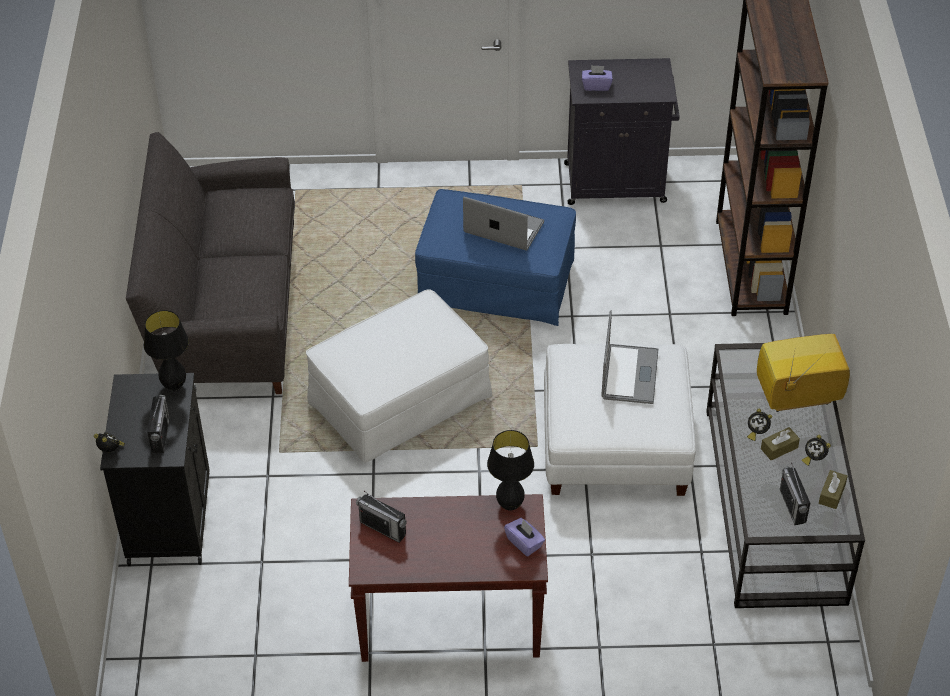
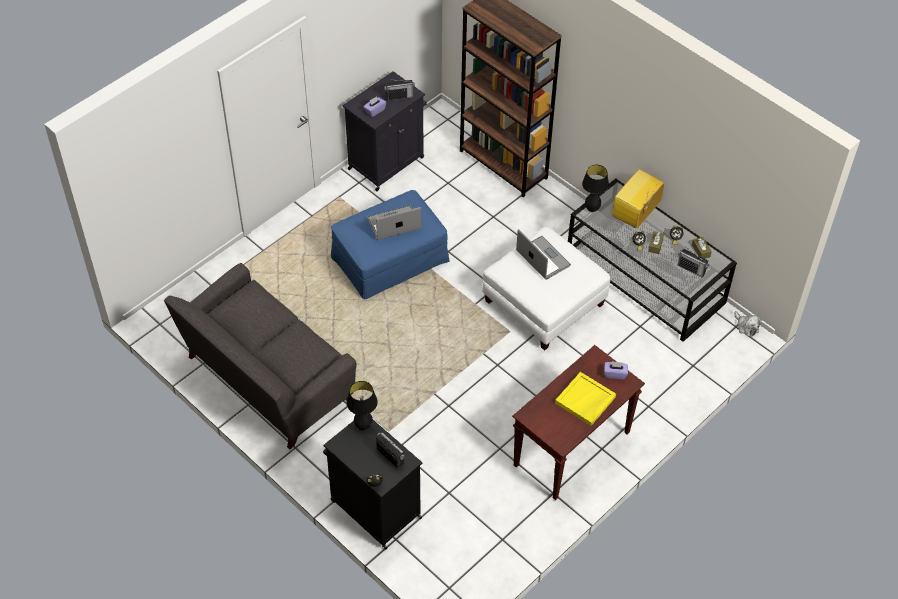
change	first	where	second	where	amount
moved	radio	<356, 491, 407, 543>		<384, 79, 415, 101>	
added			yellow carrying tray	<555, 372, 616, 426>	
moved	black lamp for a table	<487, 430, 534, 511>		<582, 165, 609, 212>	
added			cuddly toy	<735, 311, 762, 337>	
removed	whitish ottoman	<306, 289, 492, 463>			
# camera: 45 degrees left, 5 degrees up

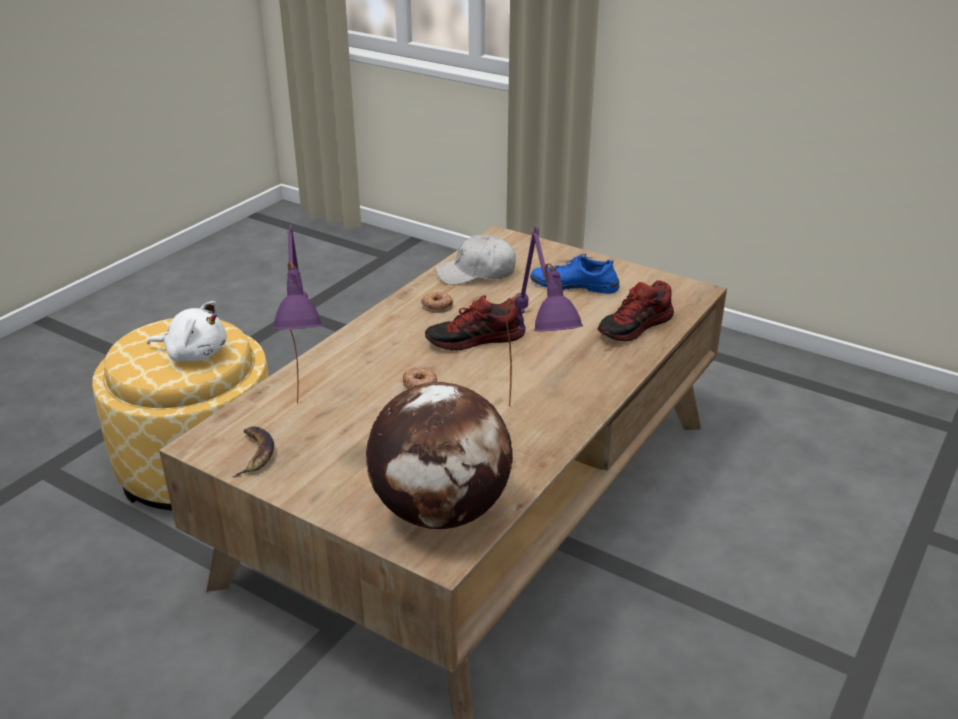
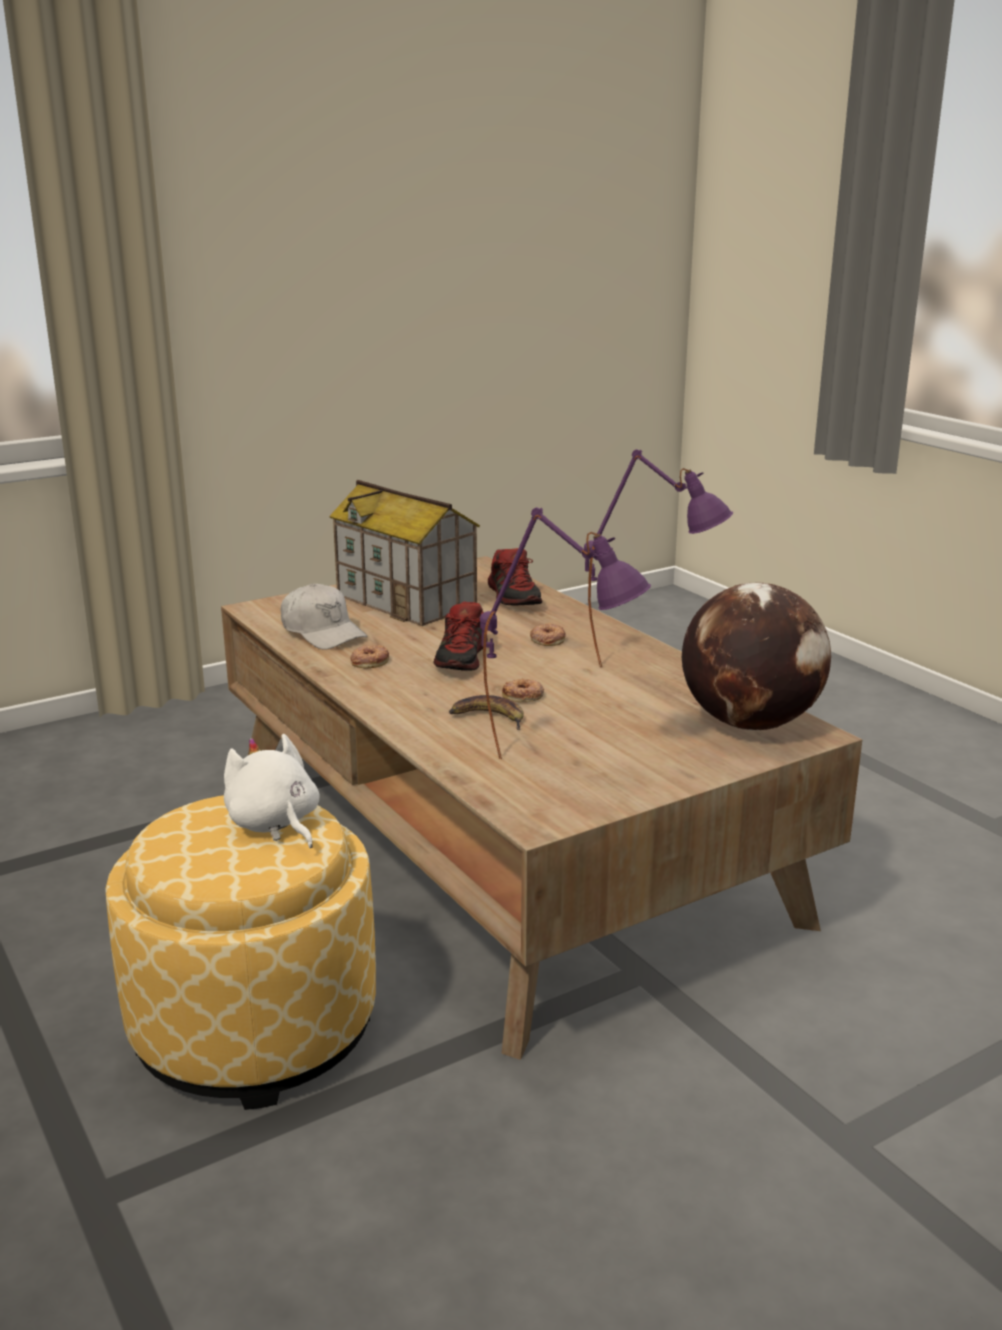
change	first	where	second	where	amount
turned	whitish cuddly toy	<147, 301, 227, 362>		<224, 734, 319, 848>	75 degrees counterclockwise
turned	whitish baseball cap	<436, 235, 516, 285>		<281, 583, 367, 650>	60 degrees counterclockwise
replaced	blue shoe	<530, 254, 619, 294>	toy house	<329, 480, 480, 626>	
moved	banana	<233, 427, 274, 478>		<449, 695, 524, 730>	
added			donut	<530, 623, 566, 646>	
# camera: 65 degrees left, 10 degrees down

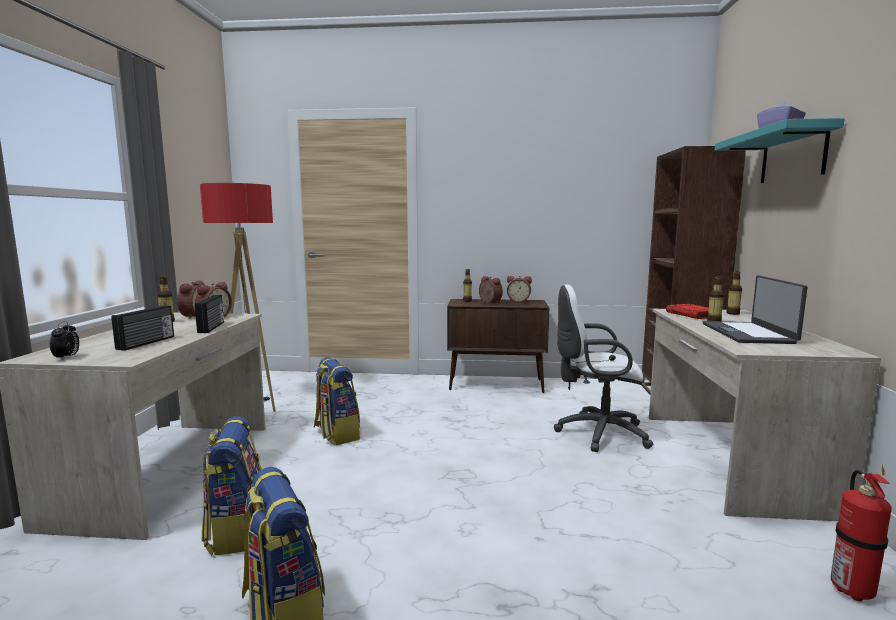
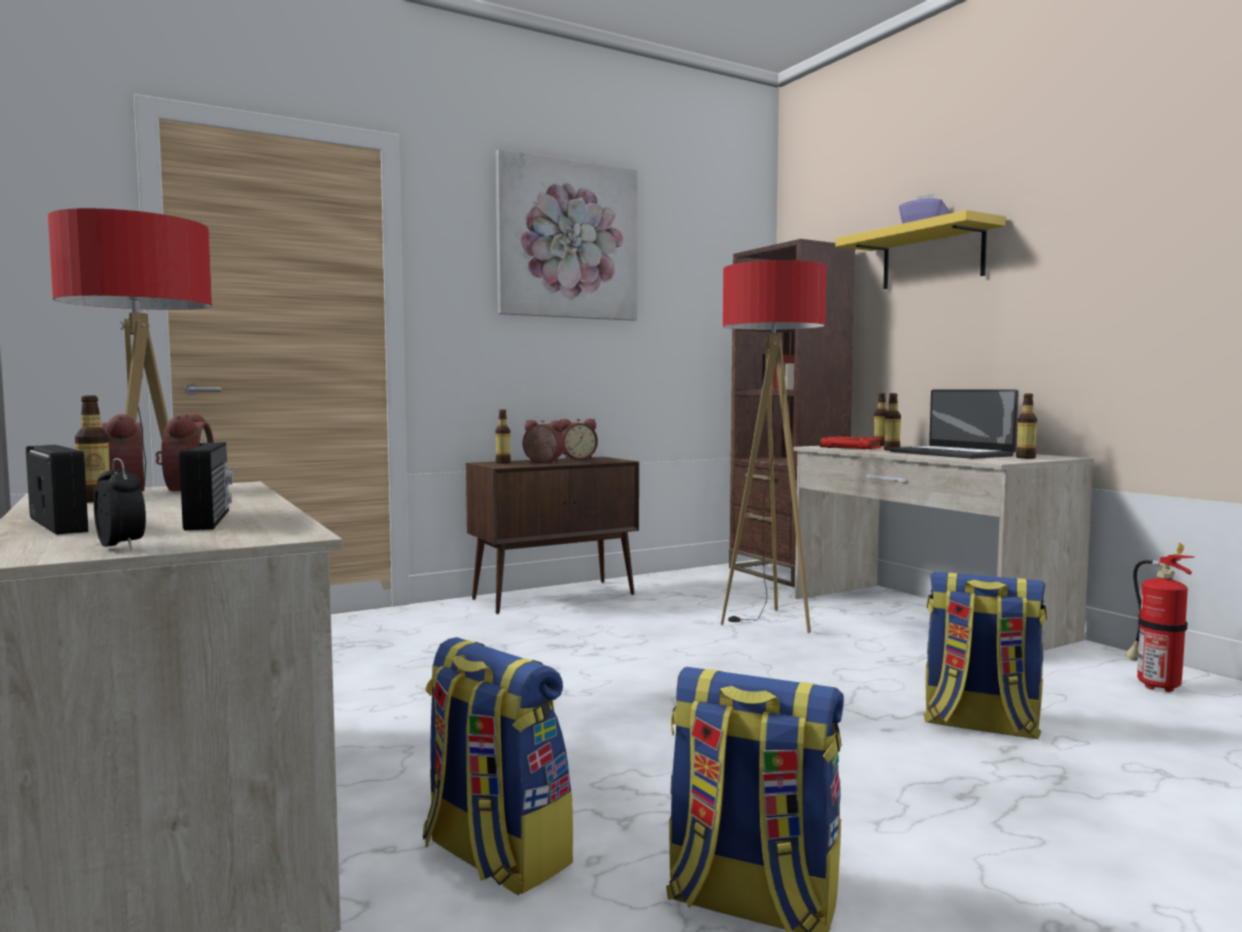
change	first	where	second	where	amount
moved	radio	<195, 295, 225, 333>		<26, 445, 88, 535>	
added			wall picture	<496, 149, 638, 321>	
replaced	whitish desk chair	<554, 284, 653, 452>	standard lamp	<721, 260, 827, 633>	
recoloured	turquoise wall shelf	<715, 118, 845, 183>	yellow wall shelf	<835, 210, 1006, 289>	
moved	backpack	<314, 357, 360, 445>		<923, 572, 1047, 739>	
added			bottle	<1016, 394, 1037, 459>	
# camera: 35 degrees left, 5 degrees down

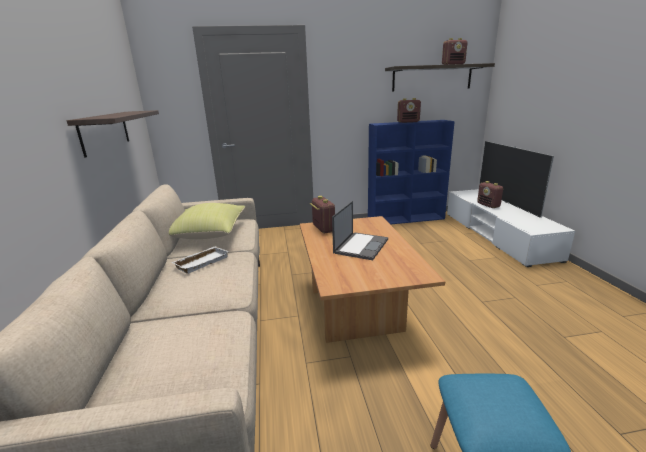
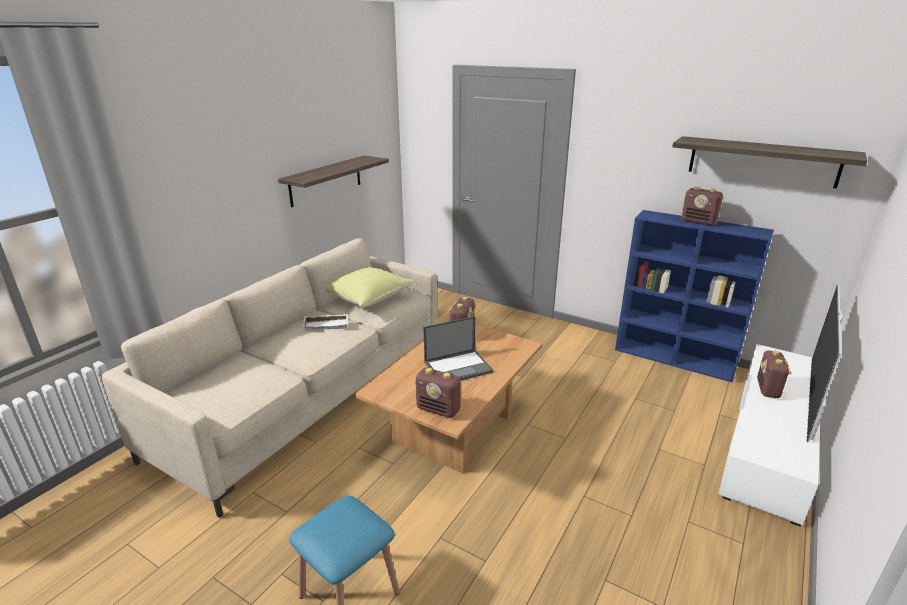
change	first	where	second	where	amount
moved	radio	<442, 38, 467, 65>		<415, 368, 461, 418>	
# camera: 40 degrees right, 5 degrees up

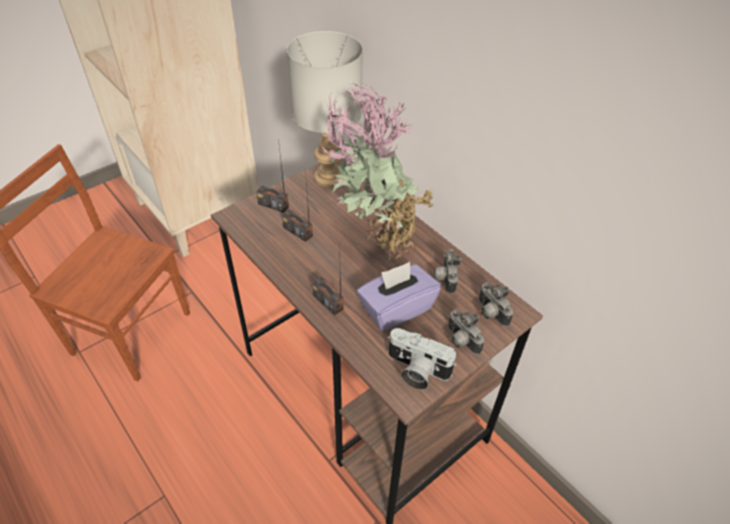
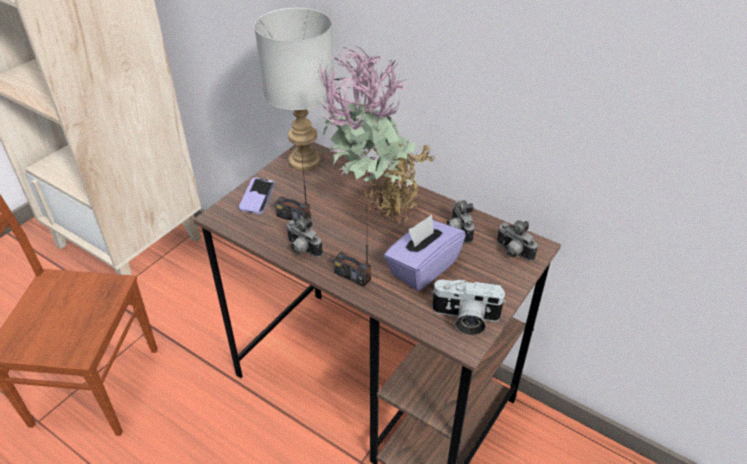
change	first	where	second	where	amount
replaced	radio	<256, 147, 289, 213>	telephone	<239, 178, 275, 214>	
moved	photo camera	<448, 310, 485, 355>		<286, 217, 323, 257>	
# camera: 15 degrees left, 5 degrees down

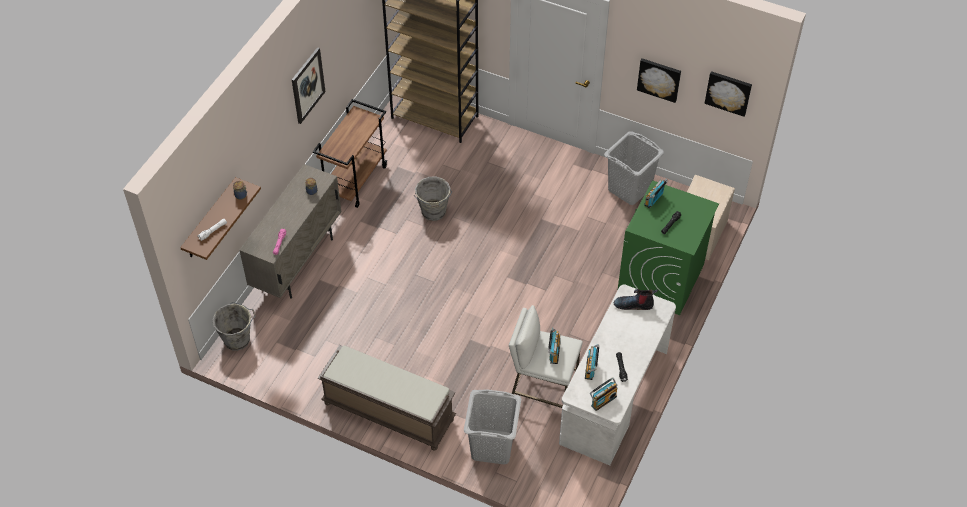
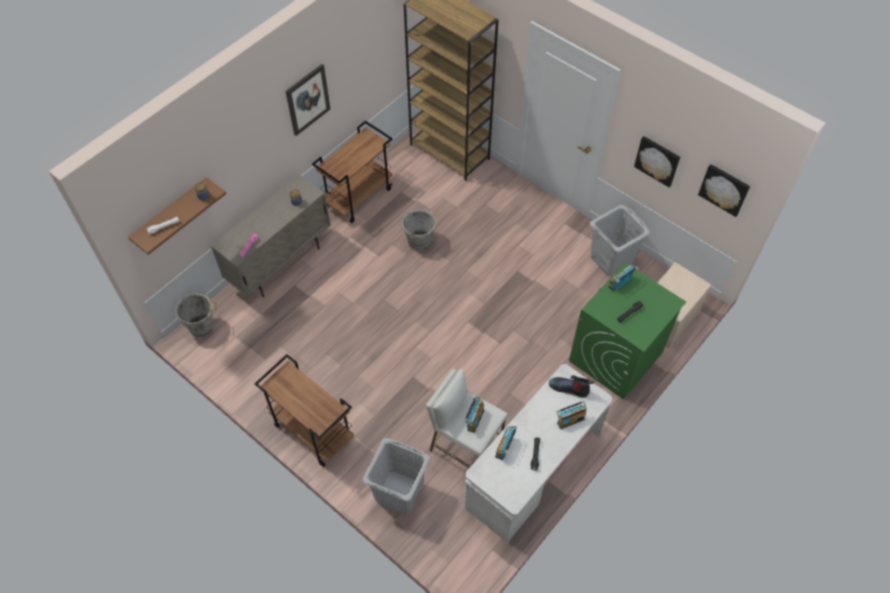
change	first	where	second	where	amount
replaced	brownish indoor bench	<318, 345, 456, 451>	brownish trolley	<255, 354, 354, 467>	
moved	radio	<590, 378, 618, 411>		<557, 401, 587, 429>	
# camera: 15 degrees right, 5 degrees up

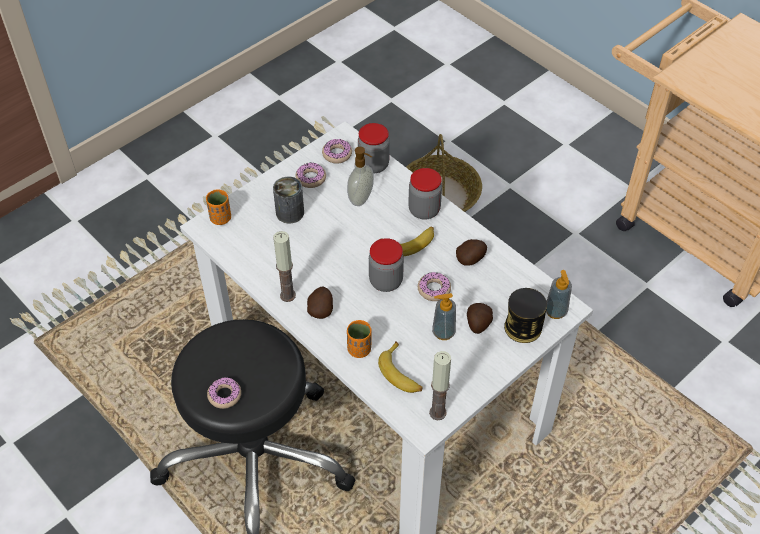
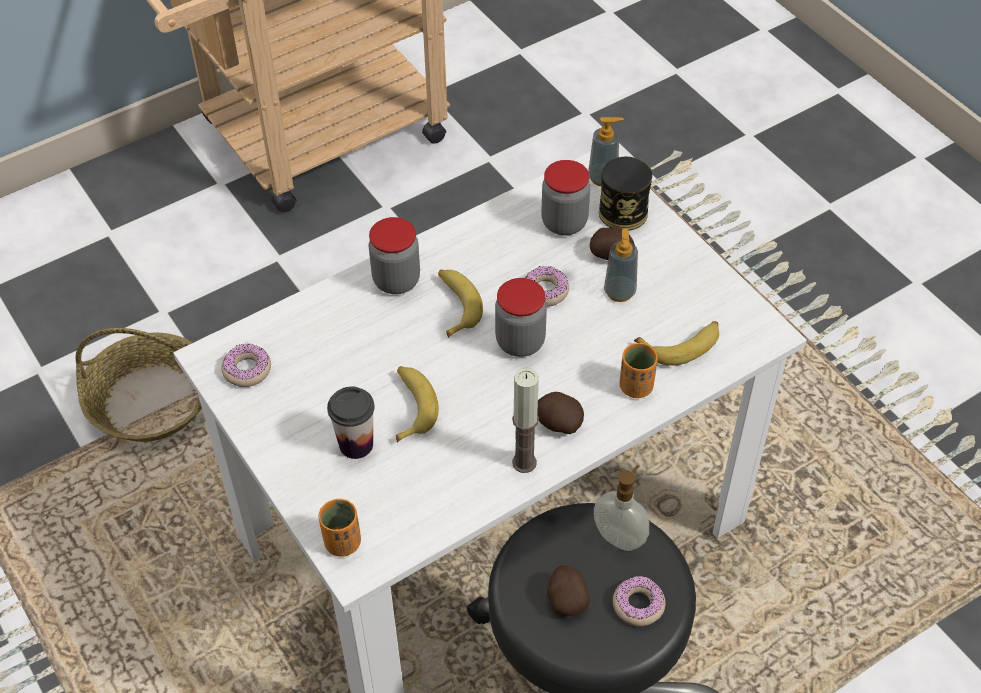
change	first	where	second	where	amount
replaced	can	<273, 177, 304, 223>	small cup	<327, 386, 374, 459>	
added			banana	<396, 366, 439, 443>	
moved	storage jar	<358, 123, 390, 173>		<541, 160, 590, 235>	
moved	whole potato	<456, 239, 487, 266>		<547, 565, 590, 616>	
moved	soap bottle	<347, 147, 374, 206>		<594, 465, 649, 551>	
removed	donut	<295, 163, 326, 188>			
removed	candle	<429, 351, 451, 420>			
# camera: 80 degrees left, 0 degrees up

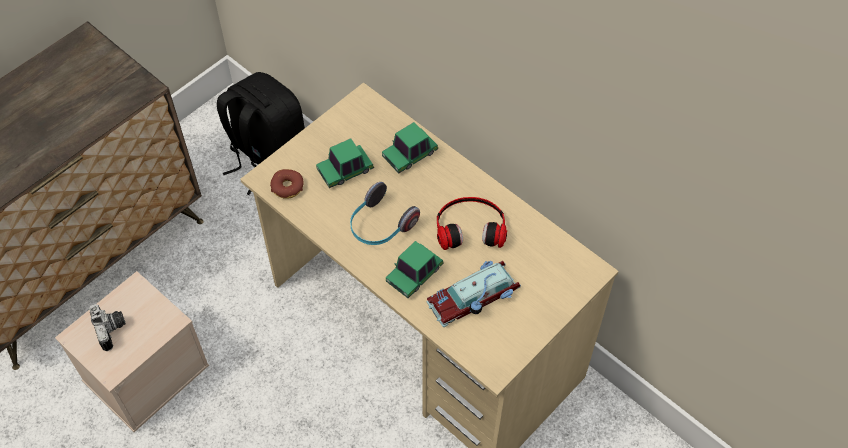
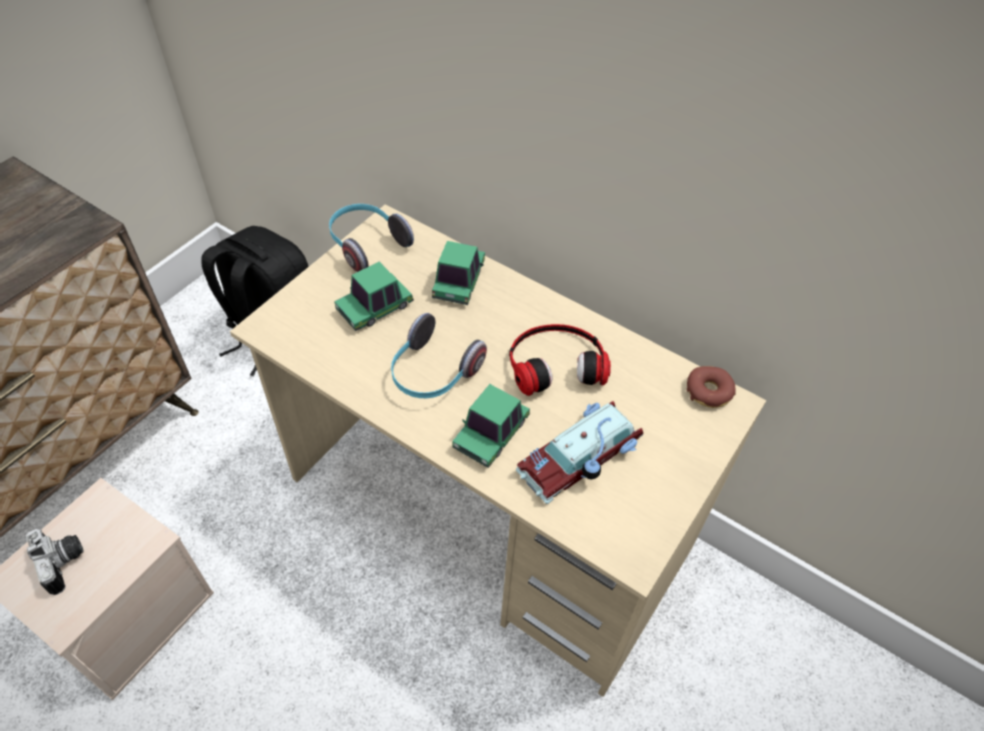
change	first	where	second	where	amount
added			pair of headphones	<329, 204, 414, 272>	
turned	miniature car	<382, 122, 438, 174>		<432, 241, 485, 305>	150 degrees clockwise
moved	donut	<270, 169, 304, 199>		<687, 366, 736, 408>	
# camera: 10 degrees left, 5 degrees down

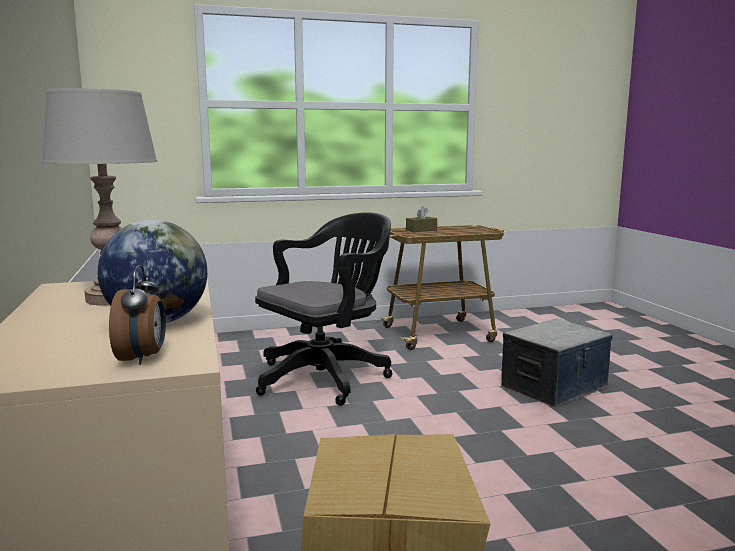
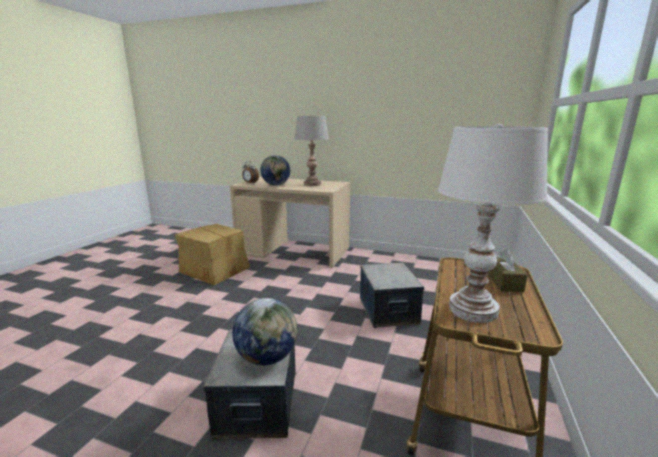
change	first	where	second	where	amount
added			globe	<232, 298, 298, 366>	
replaced	black desk chair	<255, 212, 392, 406>	storage bin	<360, 263, 424, 328>	
added			whitish lamp for a table	<438, 124, 548, 323>	
# camera: 125 degrees right, 5 degrees up

